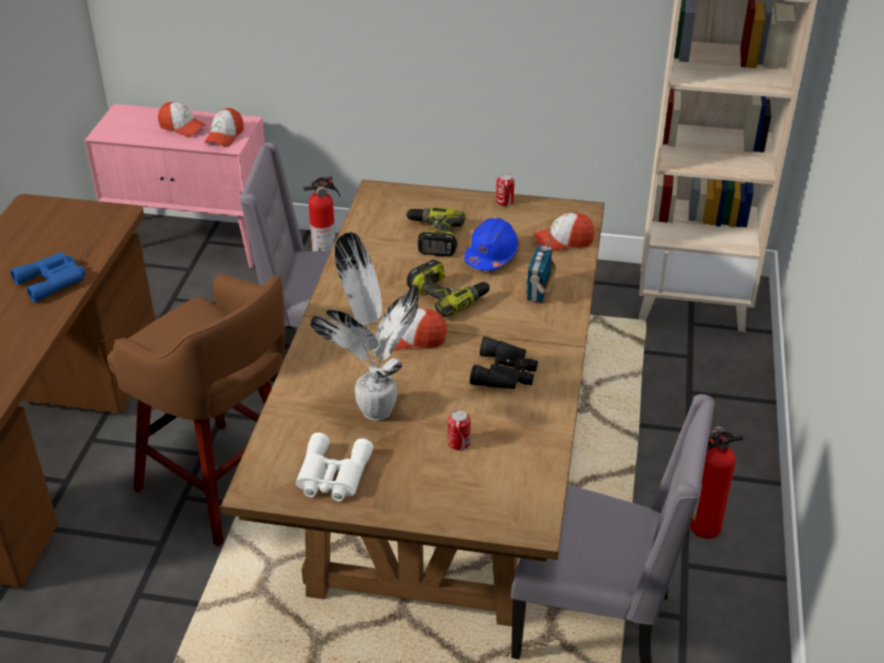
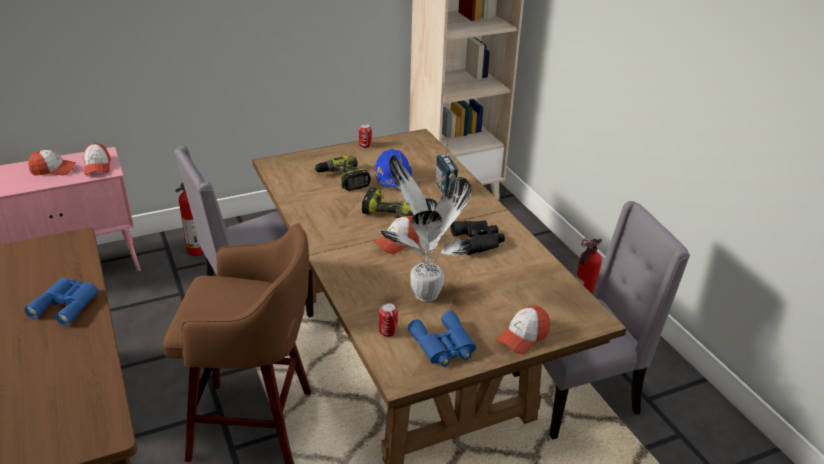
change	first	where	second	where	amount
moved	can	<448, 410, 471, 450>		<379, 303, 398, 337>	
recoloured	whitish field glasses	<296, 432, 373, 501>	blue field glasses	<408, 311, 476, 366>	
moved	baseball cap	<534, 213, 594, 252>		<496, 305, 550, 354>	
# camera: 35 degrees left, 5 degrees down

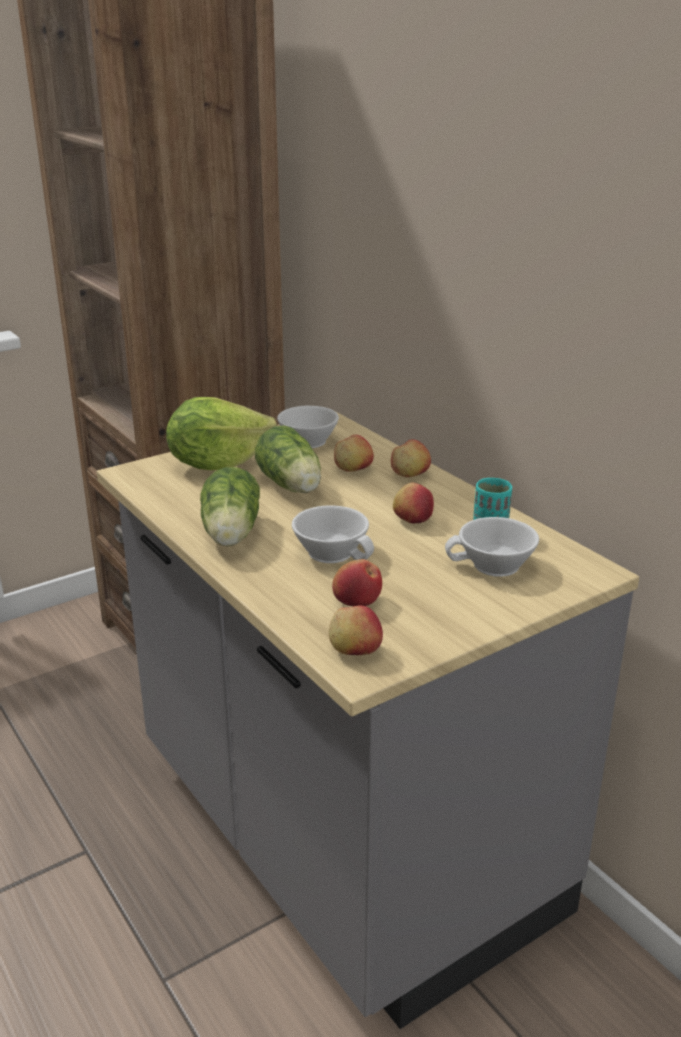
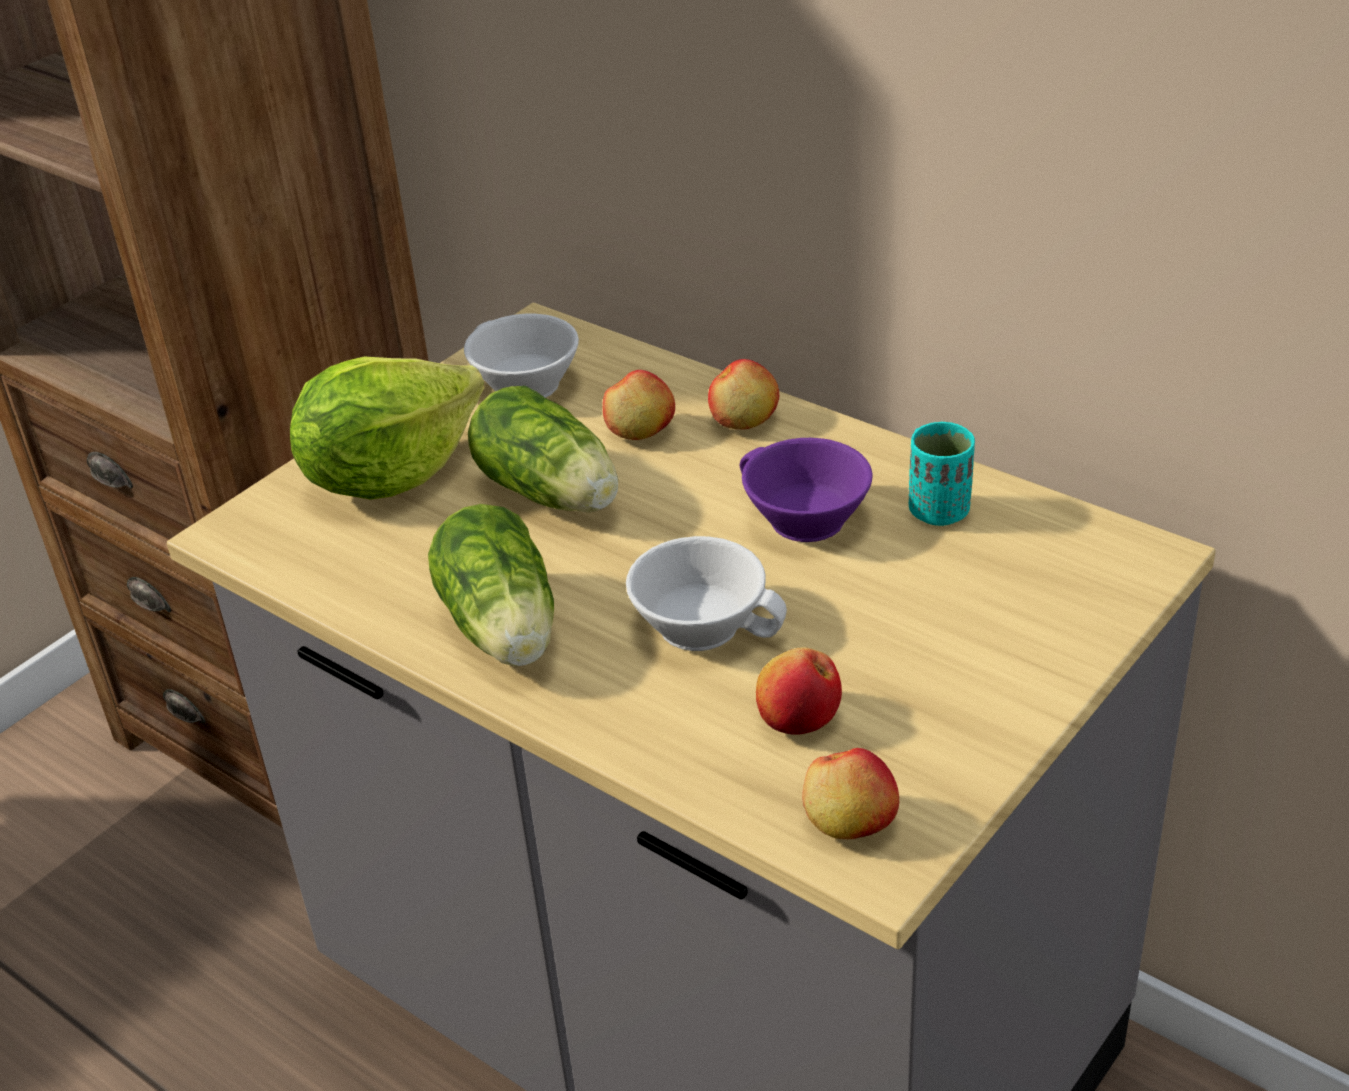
change	first	where	second	where	amount
replaced	apple fruit	<393, 482, 434, 523>	purple small cup	<739, 438, 872, 542>	
removed	whitish small cup	<445, 517, 539, 577>			
# camera: 15 degrees left, 10 degrees up

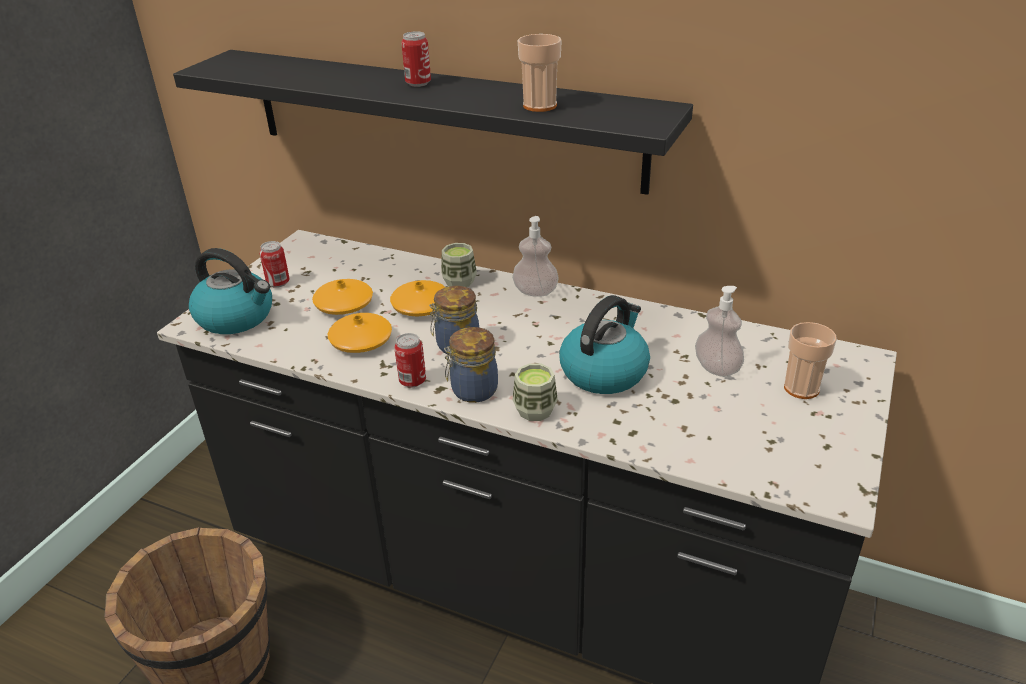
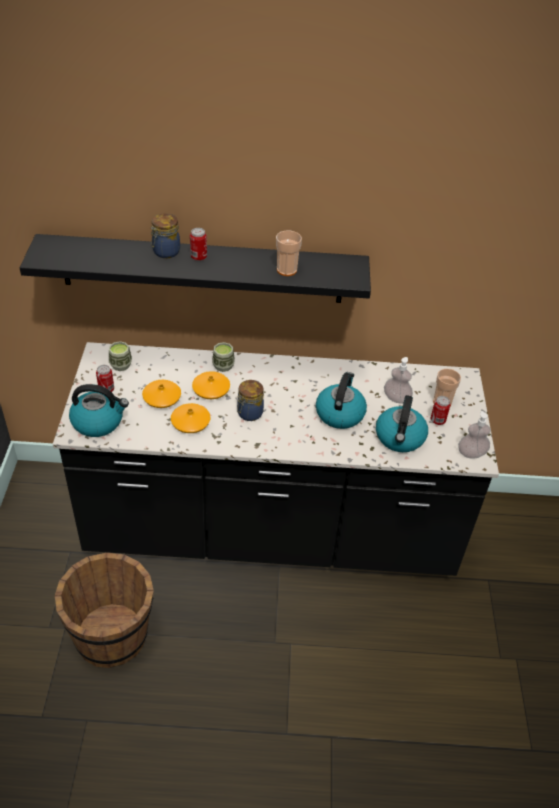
change	first	where	second	where	amount
moved	small cup	<513, 364, 558, 421>		<109, 341, 132, 371>	
moved	storage jar	<444, 327, 498, 403>		<151, 213, 180, 258>	
added			water kettle	<376, 395, 428, 452>	
moved	can	<394, 333, 426, 388>		<430, 396, 450, 425>	
moved	soap bottle	<512, 216, 559, 297>		<458, 411, 491, 459>	
# camera: 25 degrees left, 10 degrees up

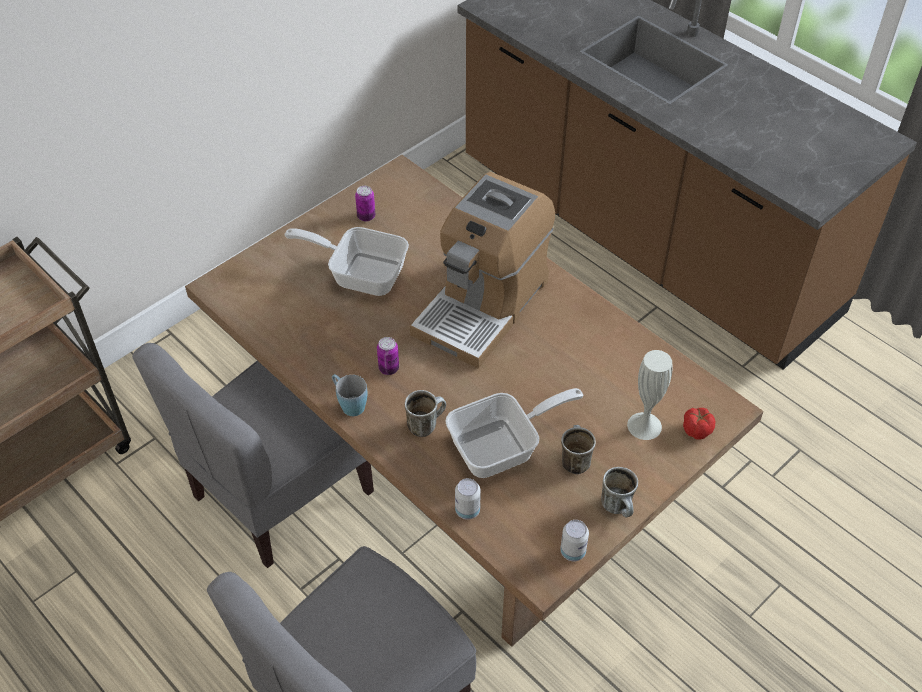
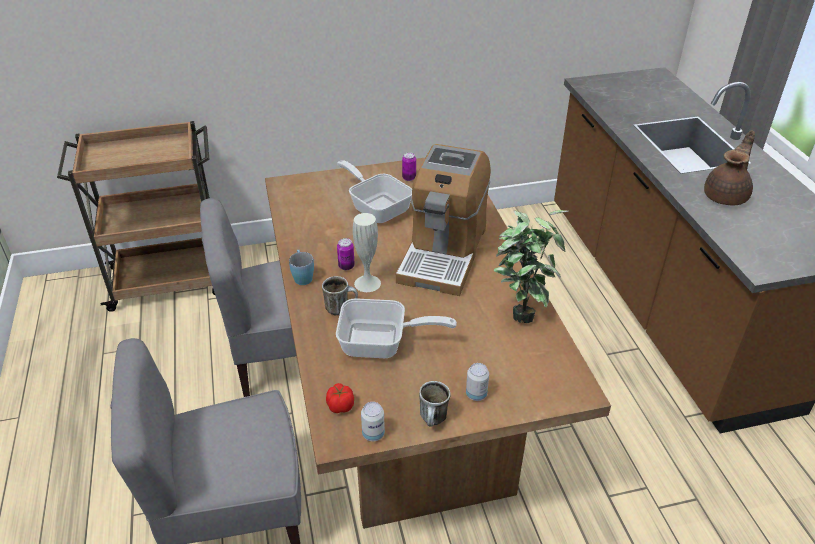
change	first	where	second	where	amount
moved	tomato	<683, 407, 715, 439>		<326, 383, 354, 413>	
moved	whitish vase	<627, 350, 673, 440>		<353, 213, 381, 292>	
turned	coffee brewer	<410, 172, 555, 368>		<396, 144, 491, 296>	45 degrees counterclockwise
moved	can	<455, 478, 481, 520>		<466, 363, 489, 401>	
added			potted plant	<494, 210, 568, 323>	
added			brownish pot for tea	<704, 130, 755, 205>	
removed	mug	<561, 425, 596, 474>			
# camera: 30 degrees right, 10 degrees down

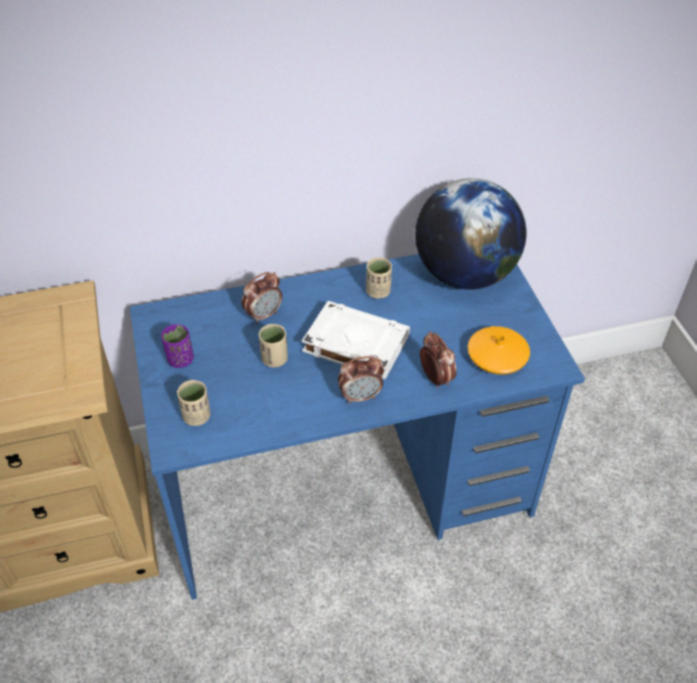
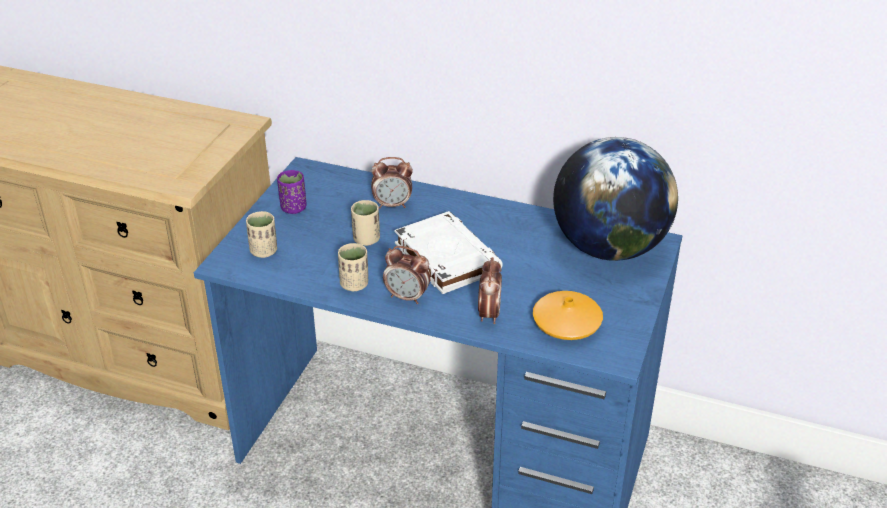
change	first	where	second	where	amount
moved	sand-coloured small cup	<366, 257, 392, 299>		<338, 243, 368, 291>	
# camera: 35 degrees right, 10 degrees down

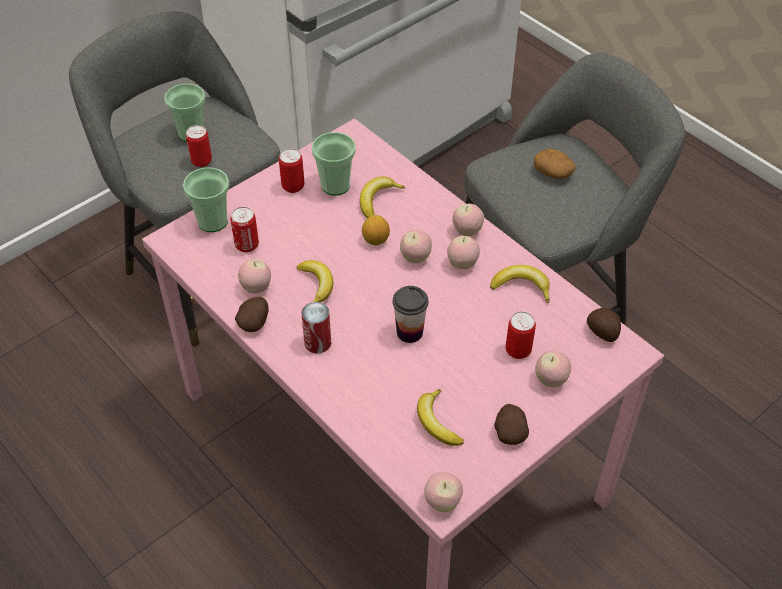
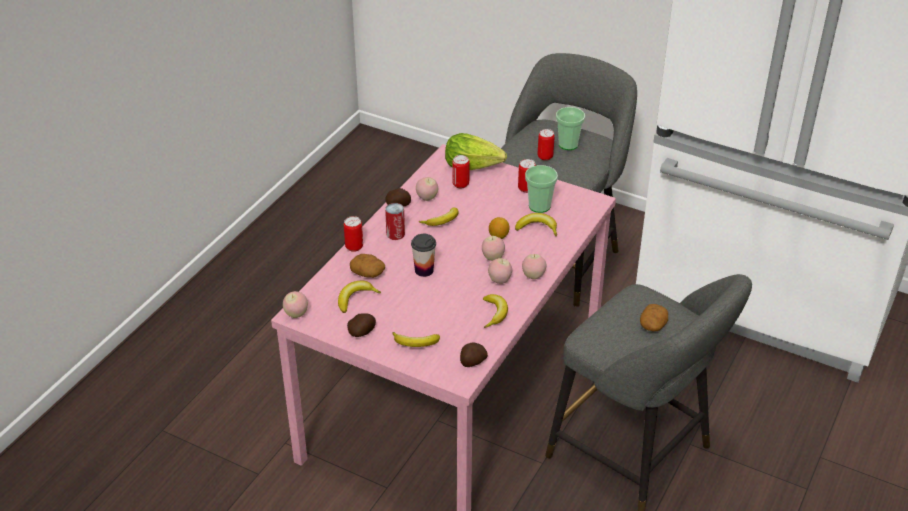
change	first	where	second	where	amount
moved	can	<506, 311, 536, 359>		<344, 216, 363, 252>	
added			whole potato	<350, 254, 385, 278>	
replaced	apple fruit	<535, 351, 571, 387>	banana	<393, 332, 440, 347>	
replaced	small cup	<183, 167, 229, 232>	lettuce	<445, 133, 507, 170>	
# camera: 70 degrees right, 10 degrees down

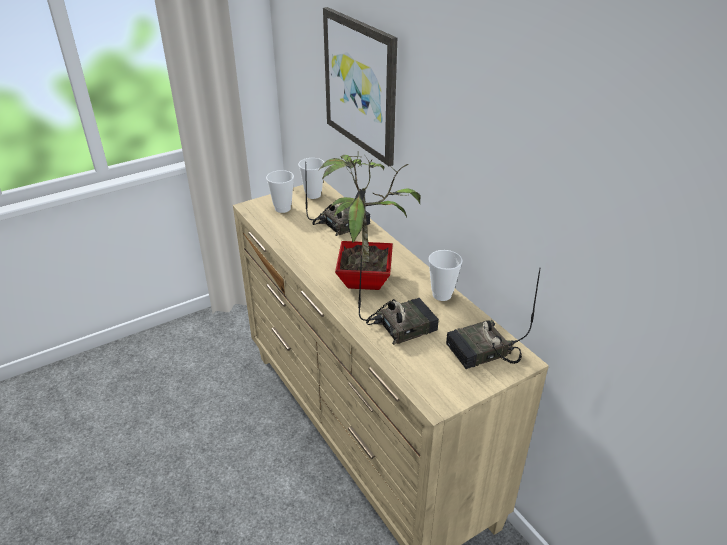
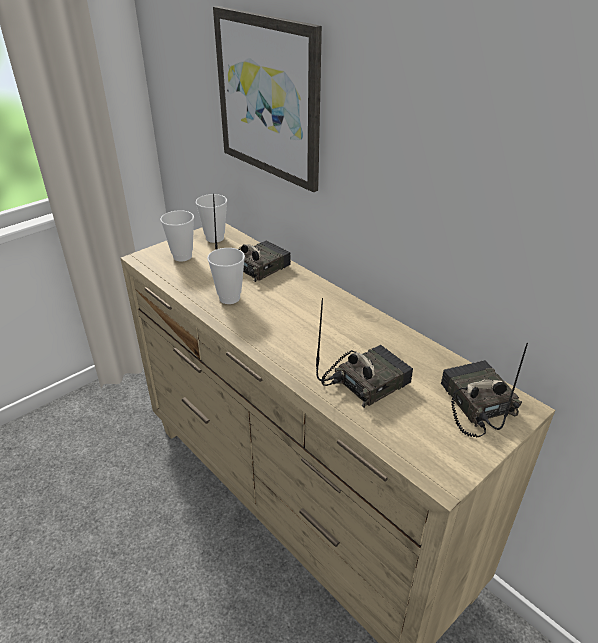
change	first	where	second	where	amount
moved	small cup	<428, 250, 462, 301>		<207, 248, 245, 304>	
turned	radio	<446, 269, 540, 369>		<441, 343, 528, 438>	105 degrees clockwise
removed	potted plant	<319, 155, 421, 290>			
# camera: 10 degrees left, 0 degrees up

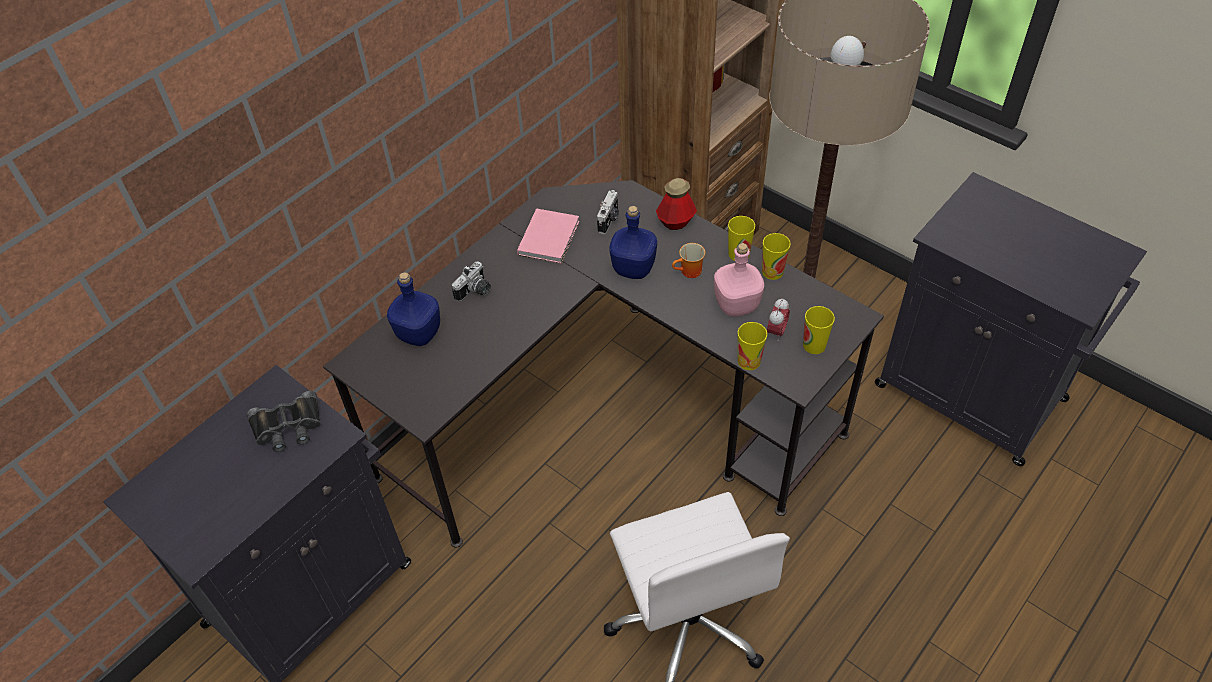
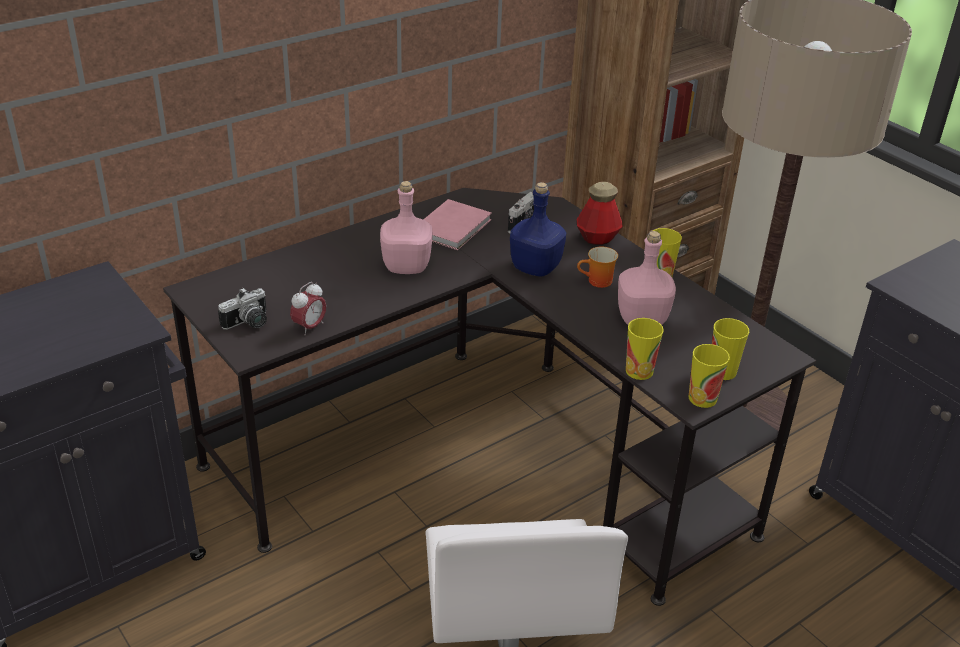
change	first	where	second	where	amount
moved	photo camera	<452, 261, 491, 301>		<218, 288, 267, 330>	
moved	bedside clock	<767, 298, 790, 341>		<290, 282, 326, 335>	
added			pink bottle	<380, 181, 432, 274>	
moved	small cup	<762, 233, 790, 280>		<689, 344, 730, 408>	
removed	black field glasses	<247, 391, 321, 452>			
removed	blue bottle	<387, 272, 440, 346>			
# camera: 10 degrees right, 15 degrees down

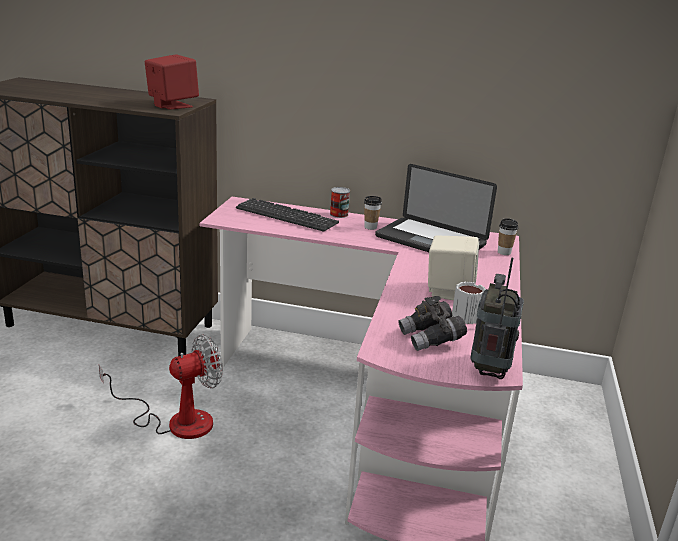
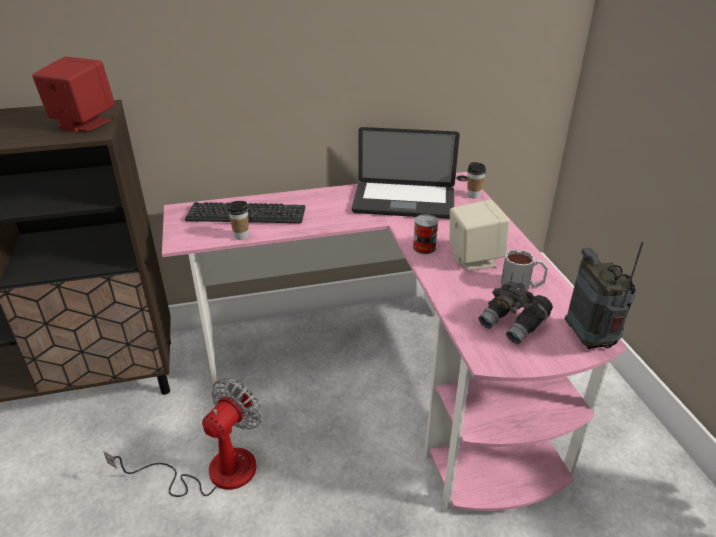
change	first	where	second	where	amount
moved	small cup	<364, 196, 382, 230>		<227, 201, 249, 240>	
moved	can	<330, 187, 350, 218>		<413, 214, 438, 254>	
# camera: 25 degrees left, 10 degrees up

